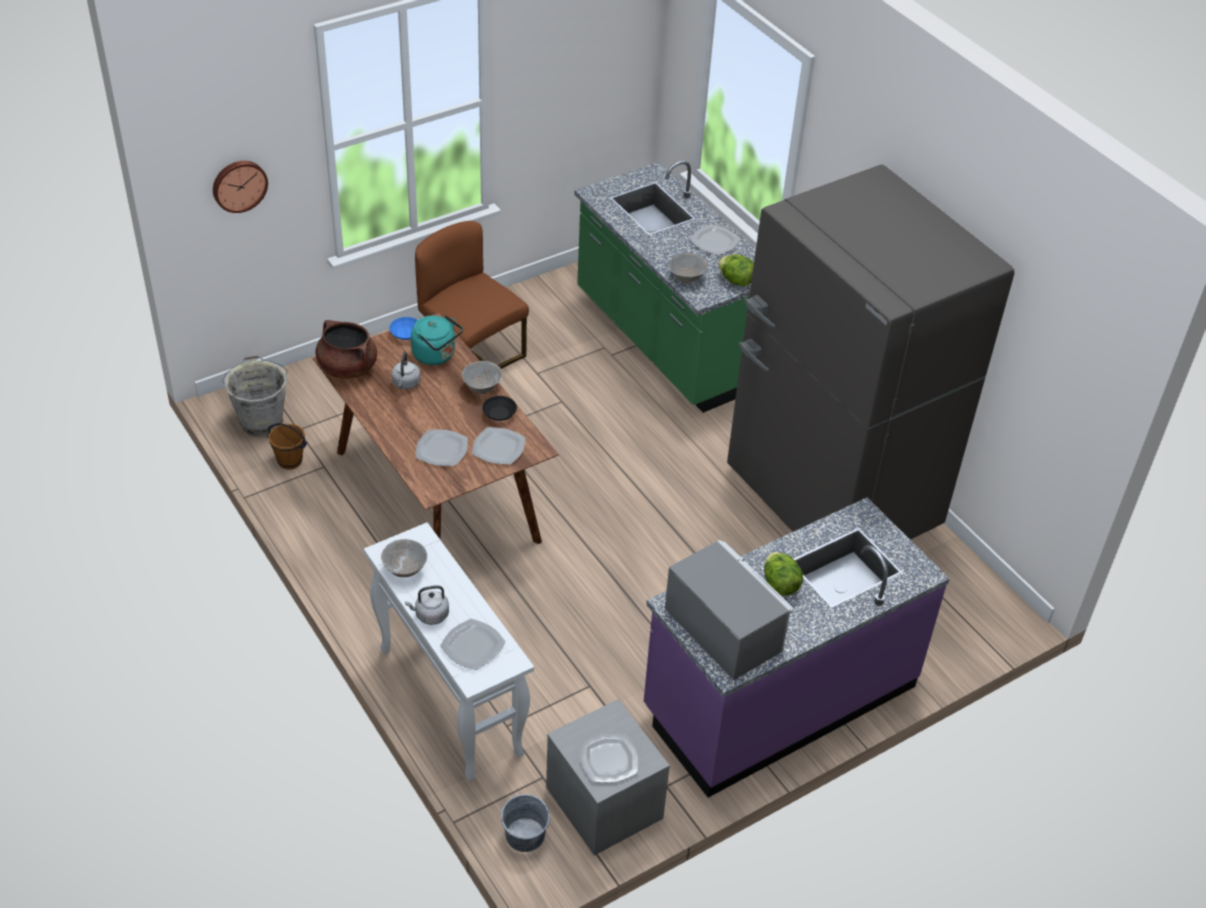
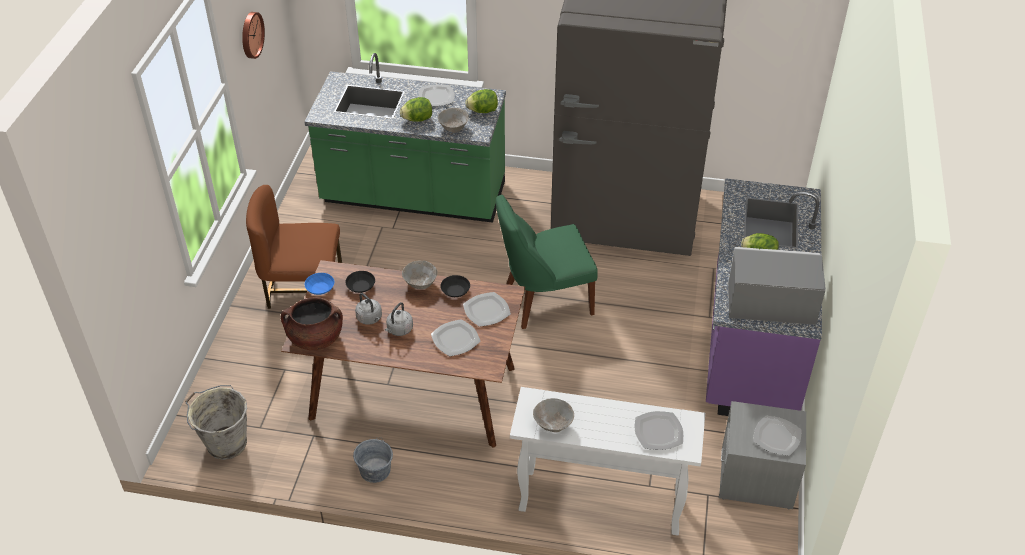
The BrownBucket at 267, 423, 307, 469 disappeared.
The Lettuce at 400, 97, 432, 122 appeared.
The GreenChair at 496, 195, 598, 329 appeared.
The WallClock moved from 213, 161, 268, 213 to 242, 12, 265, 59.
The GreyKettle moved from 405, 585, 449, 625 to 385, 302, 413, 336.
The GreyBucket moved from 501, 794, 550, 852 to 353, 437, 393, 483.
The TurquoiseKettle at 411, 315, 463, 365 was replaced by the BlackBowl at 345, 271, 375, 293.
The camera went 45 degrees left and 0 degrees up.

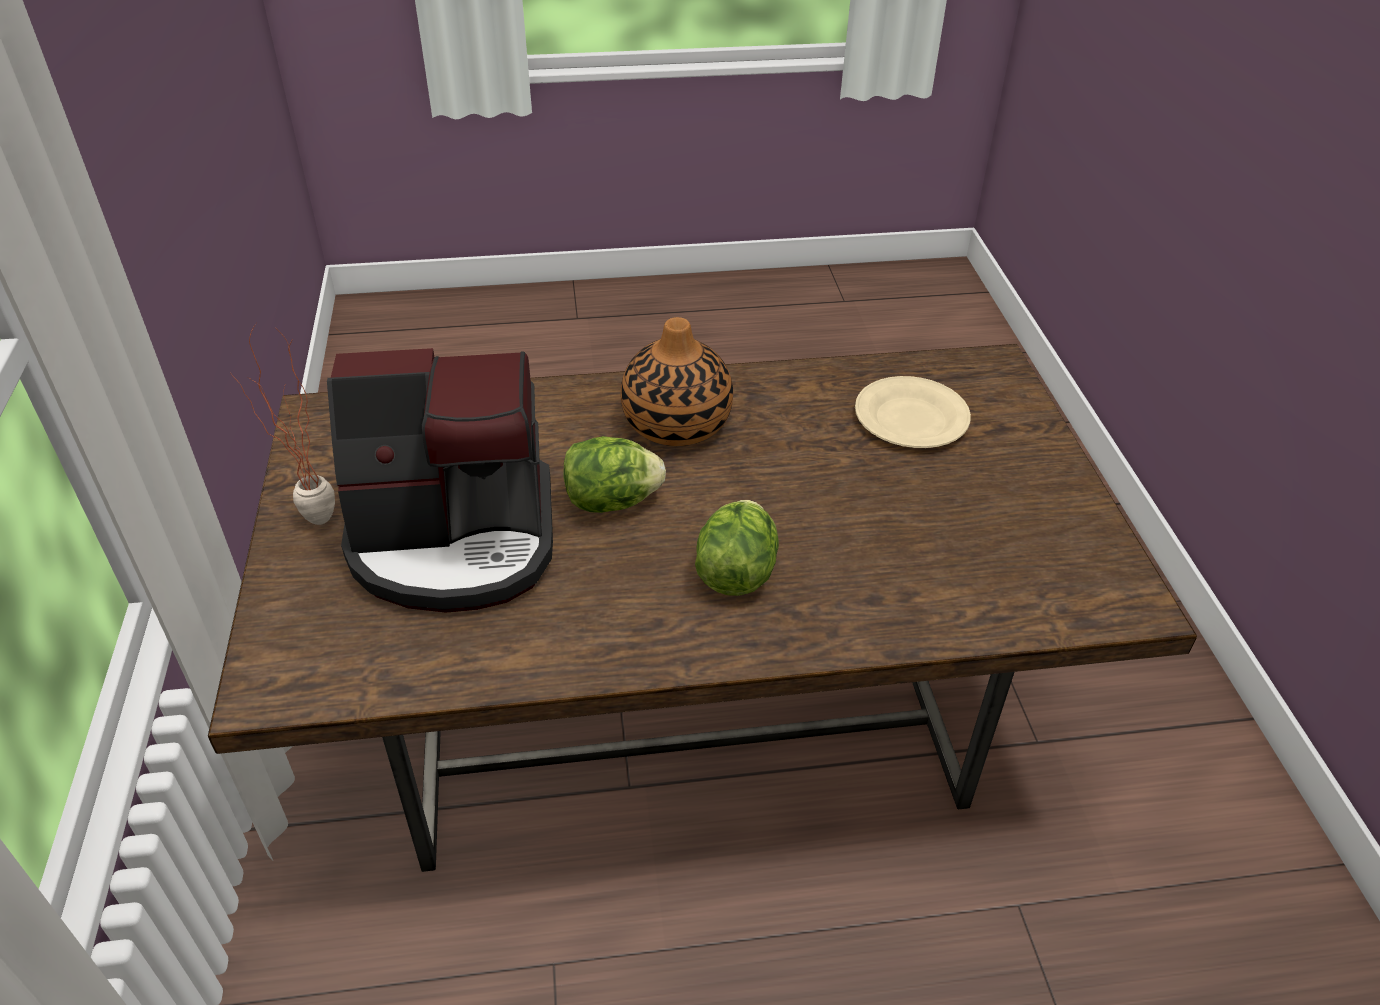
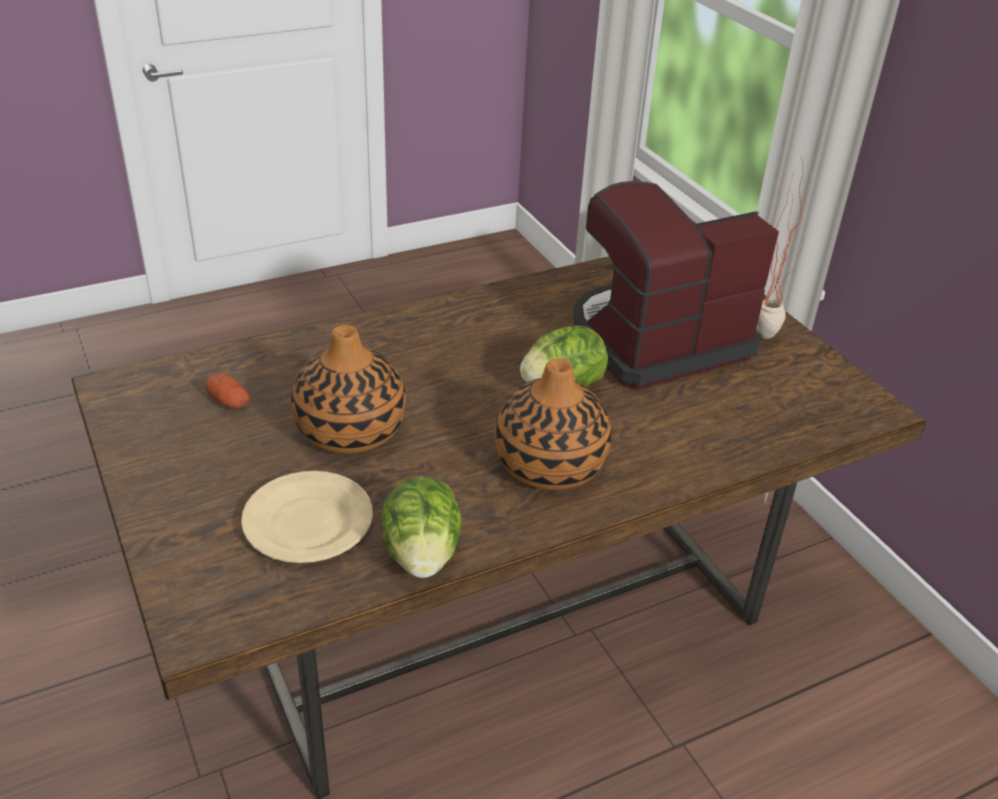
The Potato at 206, 373, 249, 409 appeared.
The Vase at 291, 325, 406, 454 appeared.
The Lettuce moved from 695, 500, 779, 596 to 381, 477, 463, 578.
The camera went 160 degrees right and 5 degrees down.

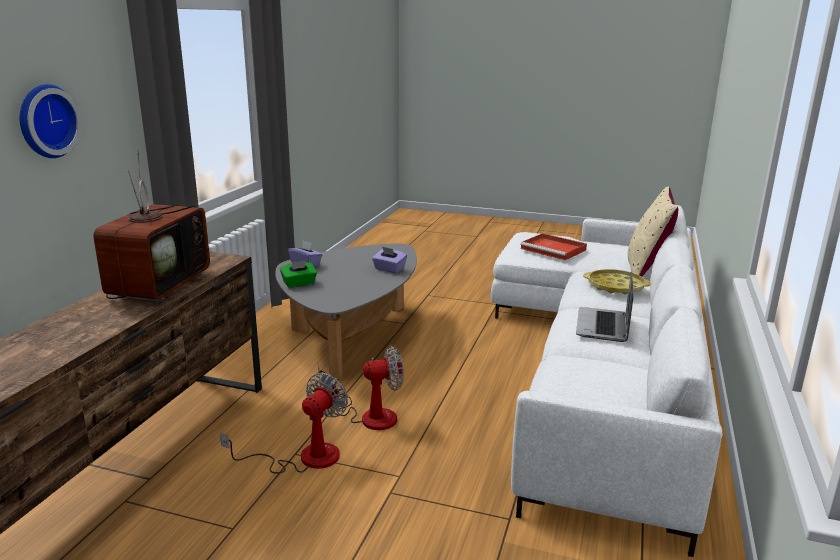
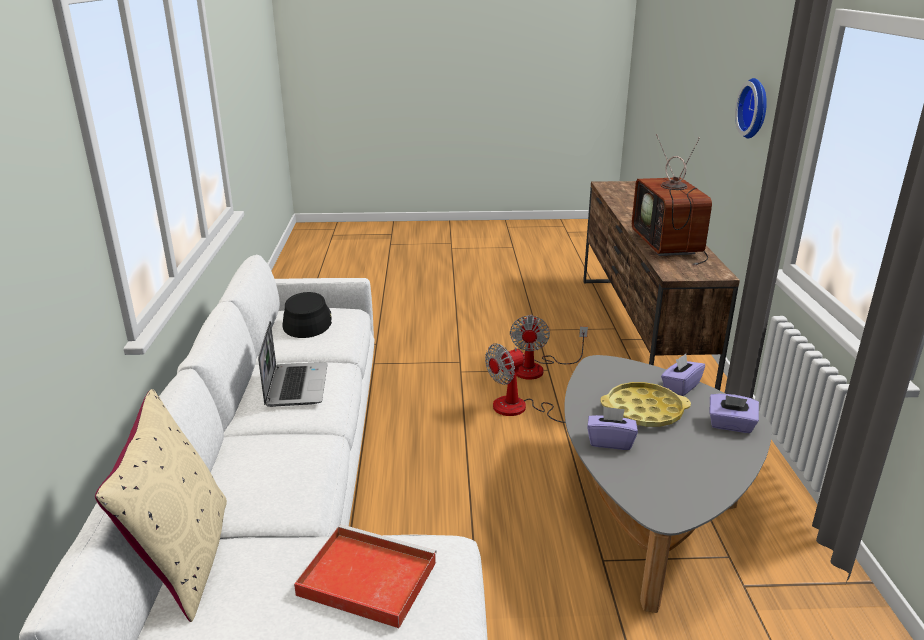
The BlackHat at 283, 292, 332, 338 appeared.
The YellowTray moved from 583, 269, 650, 295 to 600, 382, 691, 427.
The GreenTissueBox at 280, 260, 317, 288 became the PurpleTissueBox at 661, 354, 705, 396.
The camera went 160 degrees right and 5 degrees up.

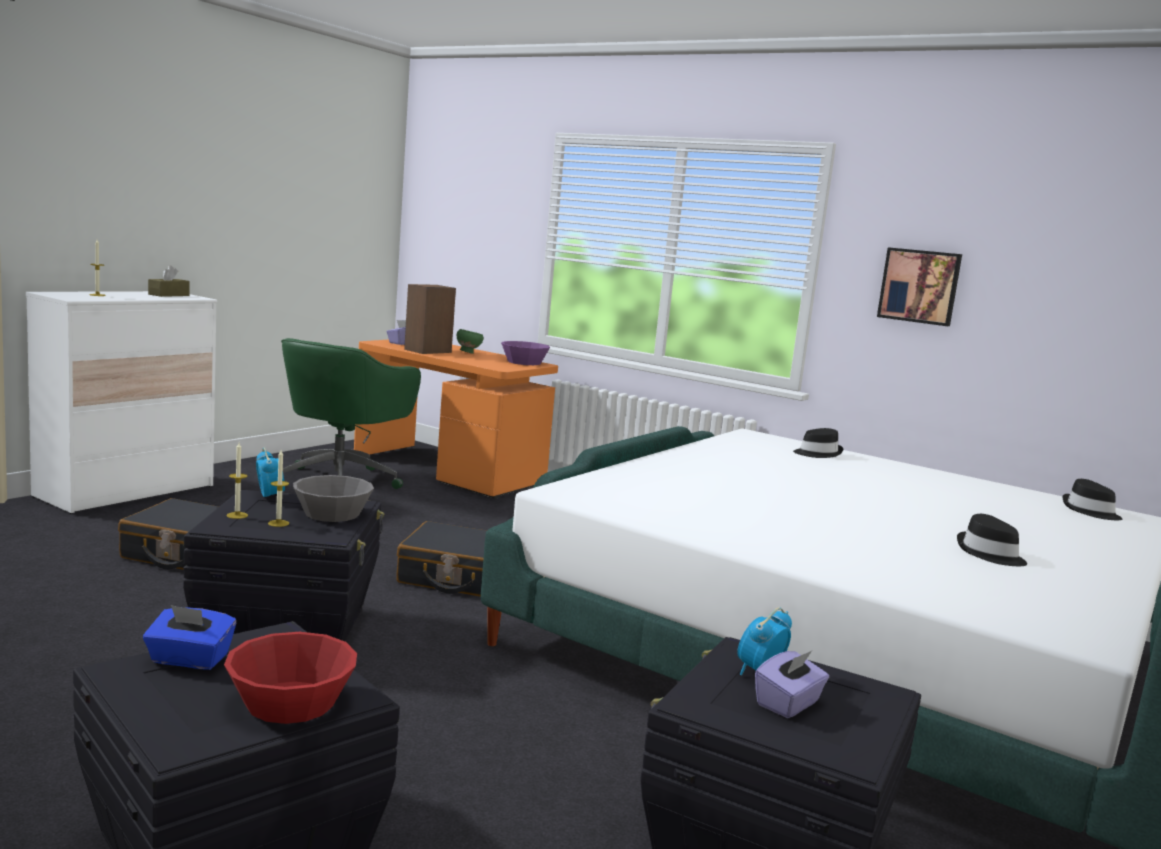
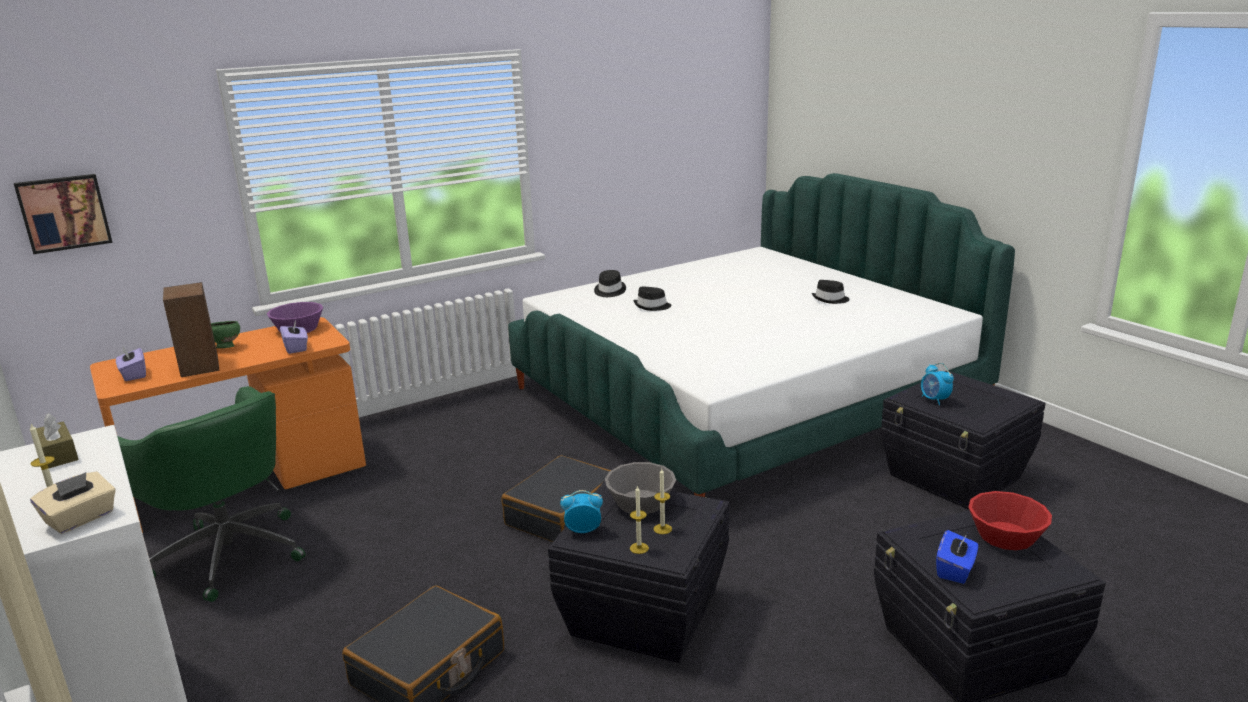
The BeigeTissueBox at 30, 472, 116, 534 appeared.
The PurpleTissueBox moved from 755, 651, 829, 718 to 280, 320, 308, 354.
The Picture moved from 877, 247, 962, 326 to 14, 174, 113, 254.
The BlackHat moved from 1062, 479, 1122, 520 to 633, 287, 672, 311.
The camera went 65 degrees left and 10 degrees up.

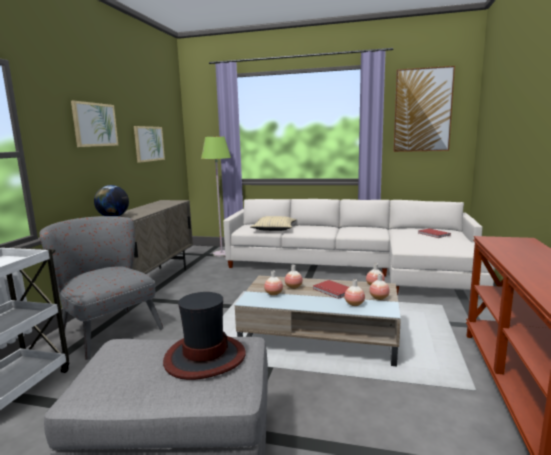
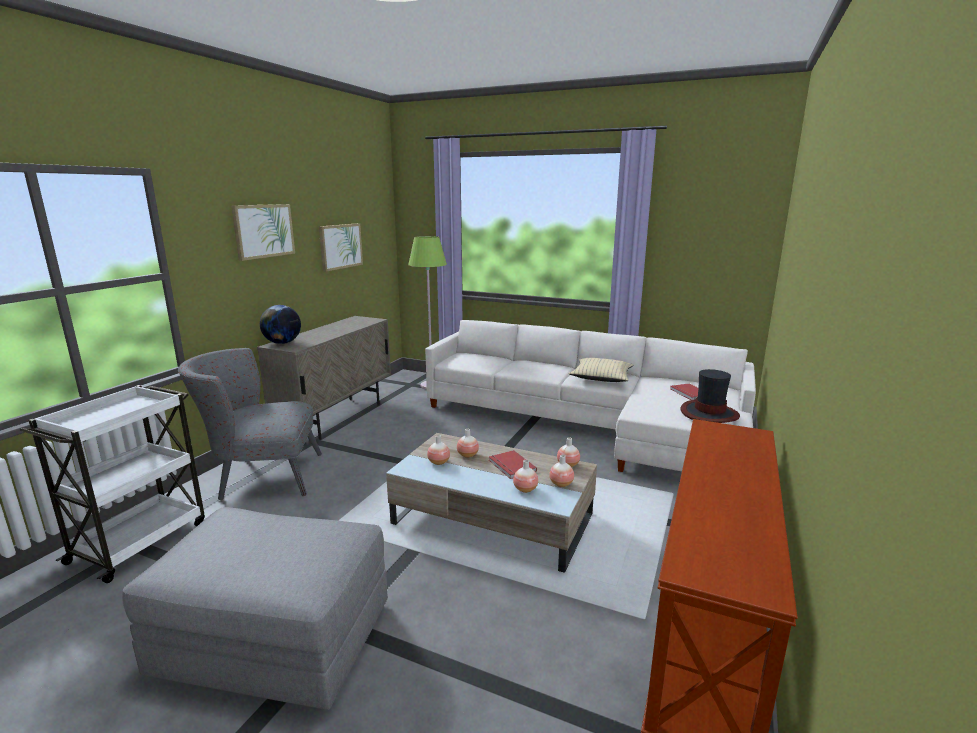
The Picture at 393, 66, 455, 152 disappeared.
The Hat moved from 163, 292, 246, 380 to 681, 369, 740, 423.
The BeigePillow moved from 250, 216, 296, 231 to 568, 358, 633, 382.
The GreyArmchair at 39, 216, 163, 360 turned 60 degrees counterclockwise.
The camera went 10 degrees right and 5 degrees up.

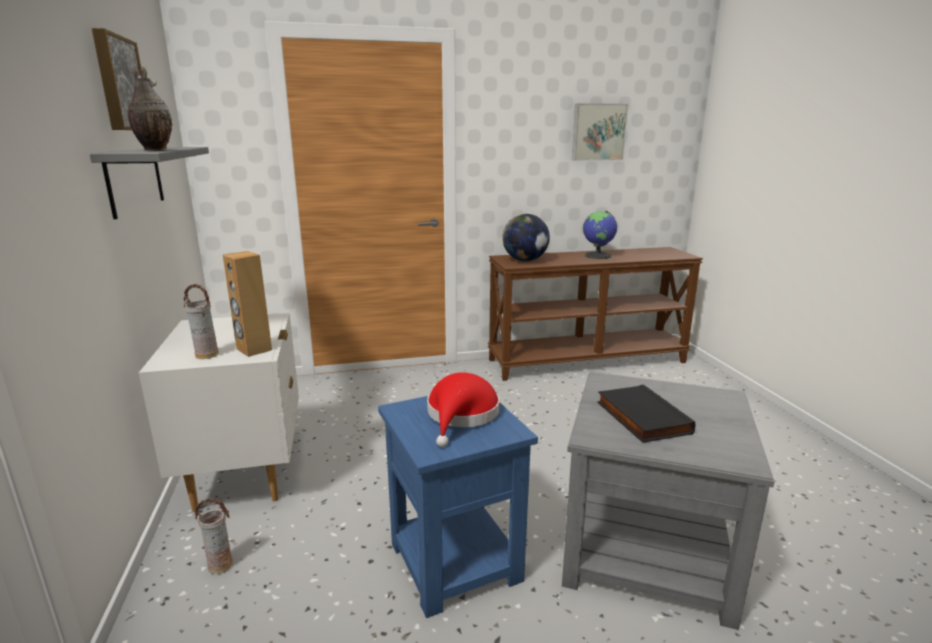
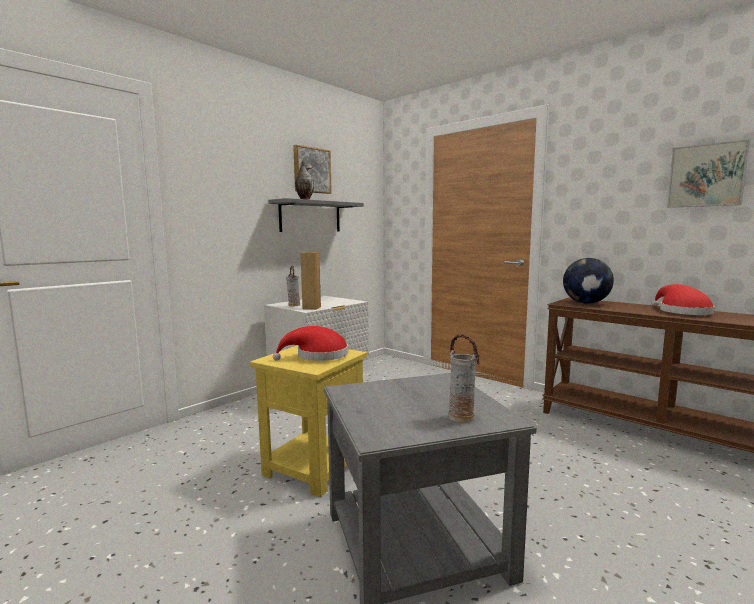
The BlackBook at 597, 384, 695, 443 disappeared.
The Vase moved from 195, 499, 233, 574 to 449, 334, 480, 423.
The Globe at 583, 211, 617, 259 was replaced by the RedHat at 652, 284, 715, 315.
The BlueSideTable at 378, 396, 538, 618 became the YellowSideTable at 250, 345, 367, 497.
The camera went 55 degrees right and 10 degrees down.

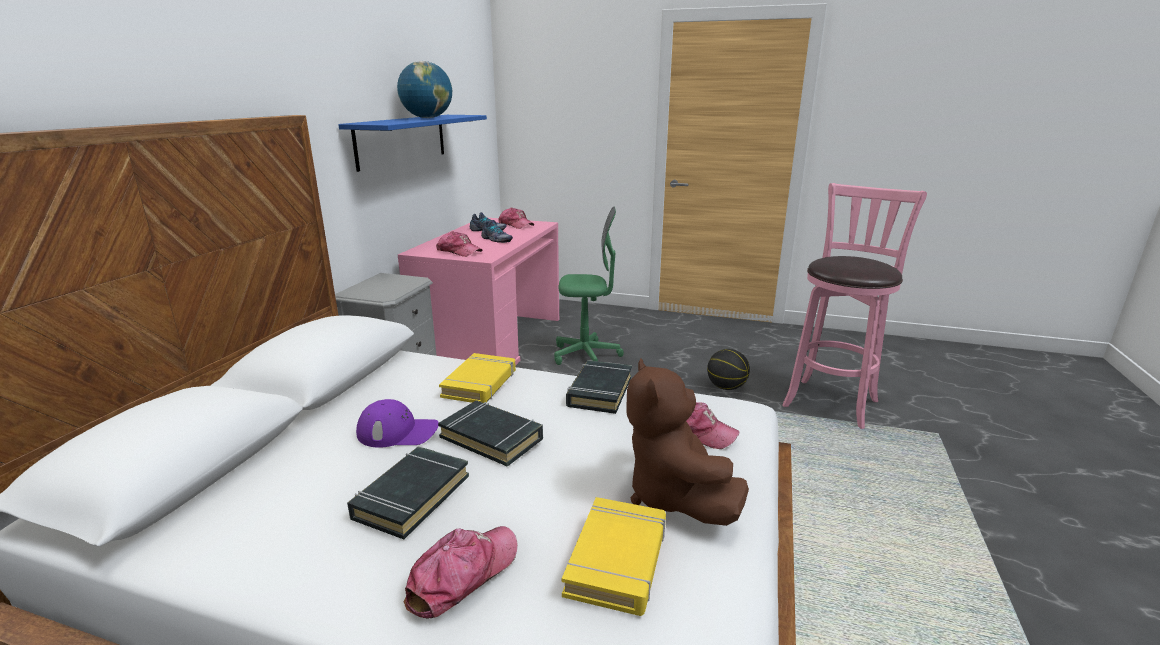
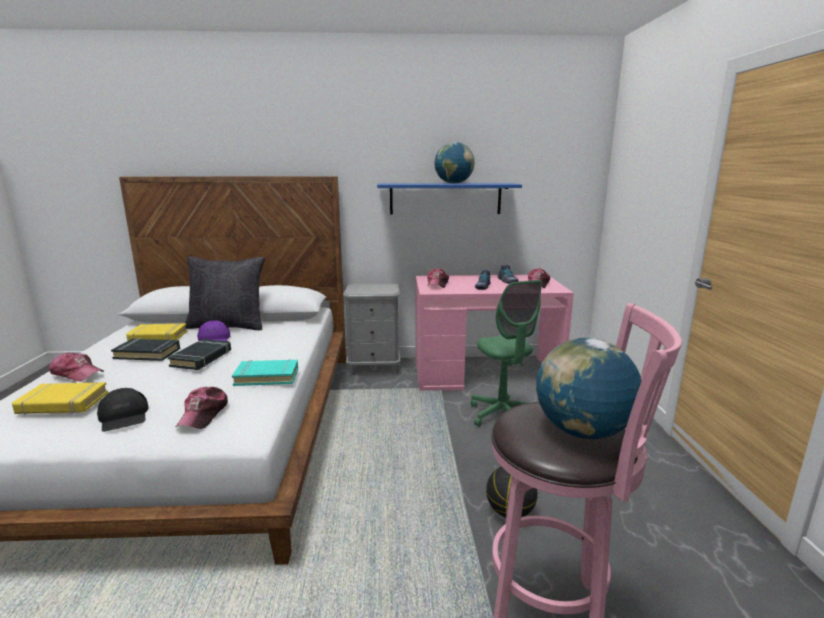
The BlackPillow at 185, 256, 265, 330 appeared.
The Globe at 536, 338, 641, 439 appeared.
The YellowBook moved from 439, 353, 516, 403 to 126, 323, 187, 341.
The BrownPlushToy at 626, 358, 749, 526 was replaced by the BlackCap at 97, 388, 149, 432.
The BlackBook at 566, 360, 632, 414 became the TurquoiseBook at 232, 359, 298, 386.
The camera went 70 degrees right and 5 degrees down.

